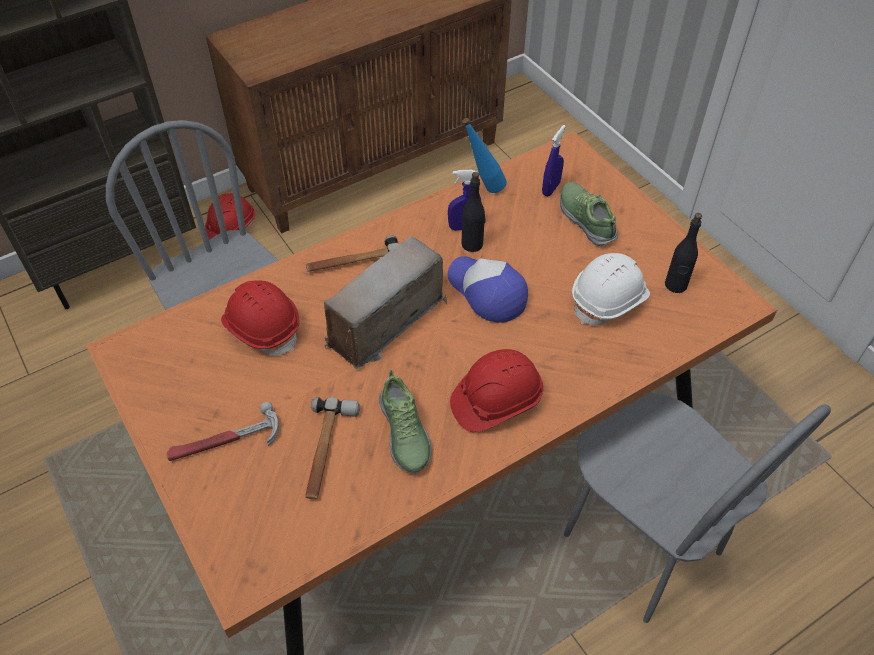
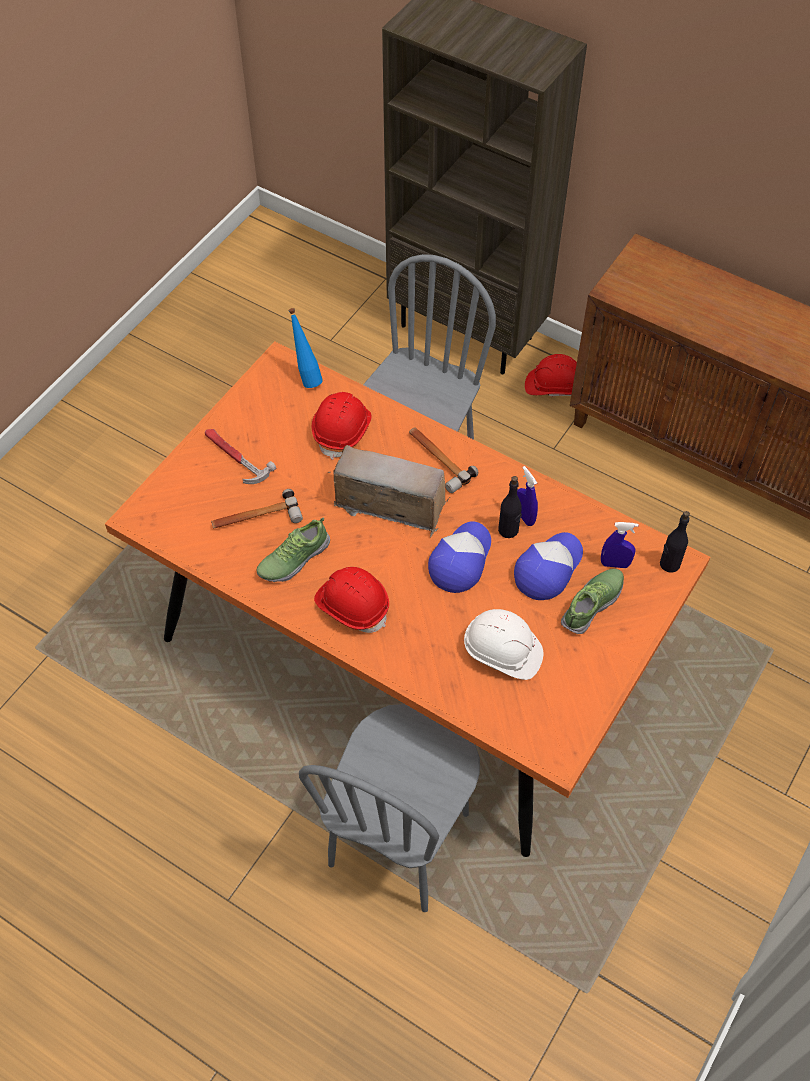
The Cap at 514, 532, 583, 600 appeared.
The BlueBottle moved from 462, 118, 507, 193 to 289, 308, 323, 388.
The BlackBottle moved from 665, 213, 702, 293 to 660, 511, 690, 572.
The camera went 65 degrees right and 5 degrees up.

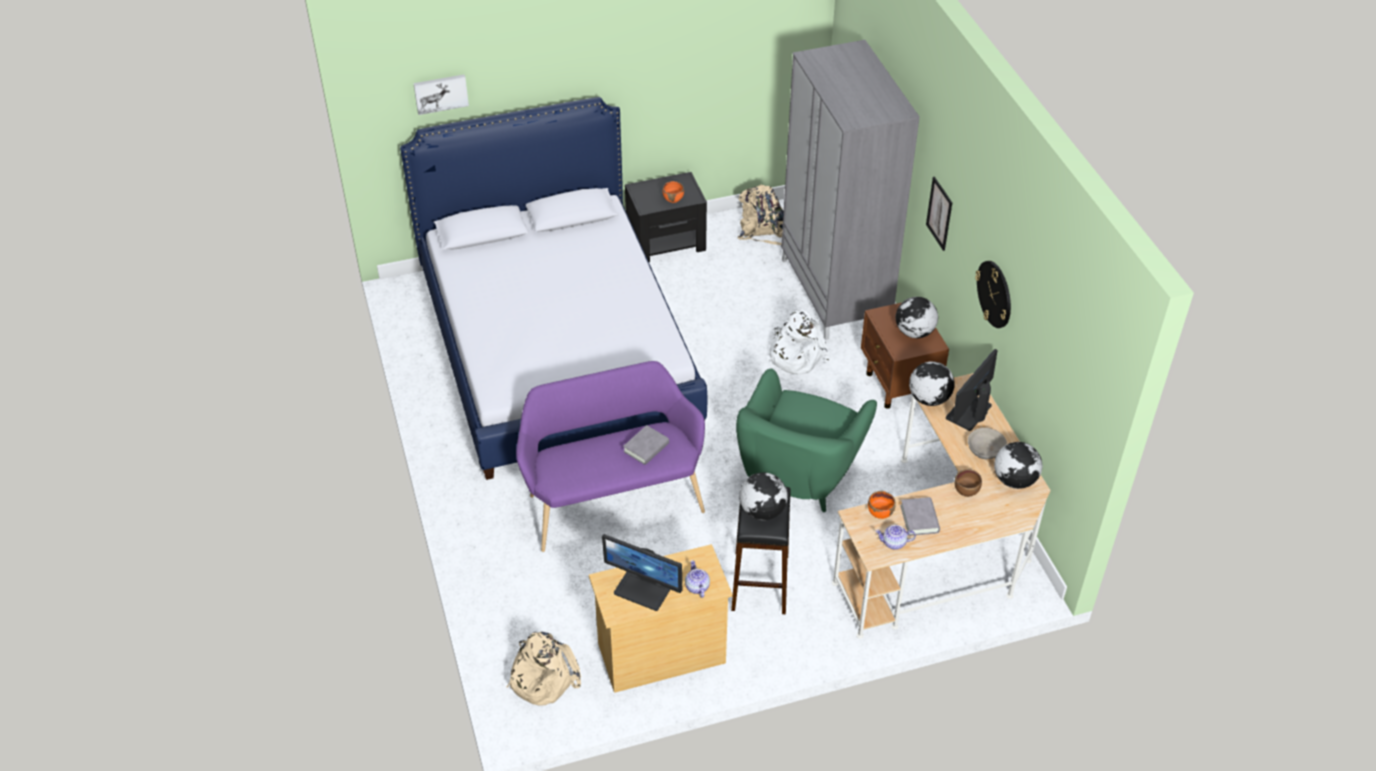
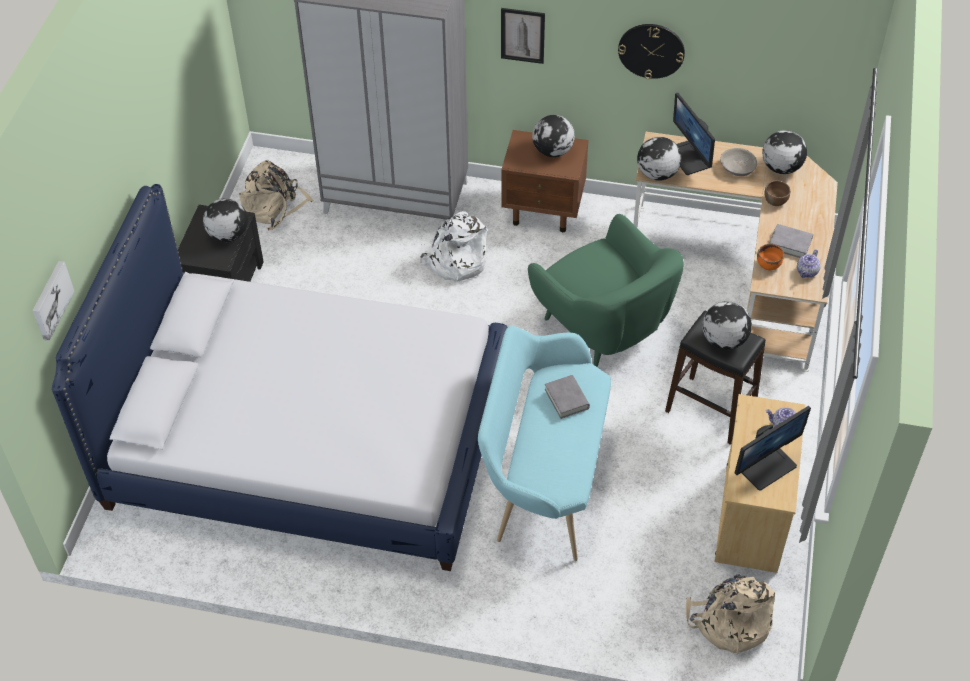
The OrangeBowl at 663, 181, 684, 203 was replaced by the Globe at 203, 198, 248, 242.
The PurpleBench at 516, 361, 705, 552 became the TurquoiseBench at 478, 326, 611, 561.
The camera went 60 degrees left and 5 degrees up.

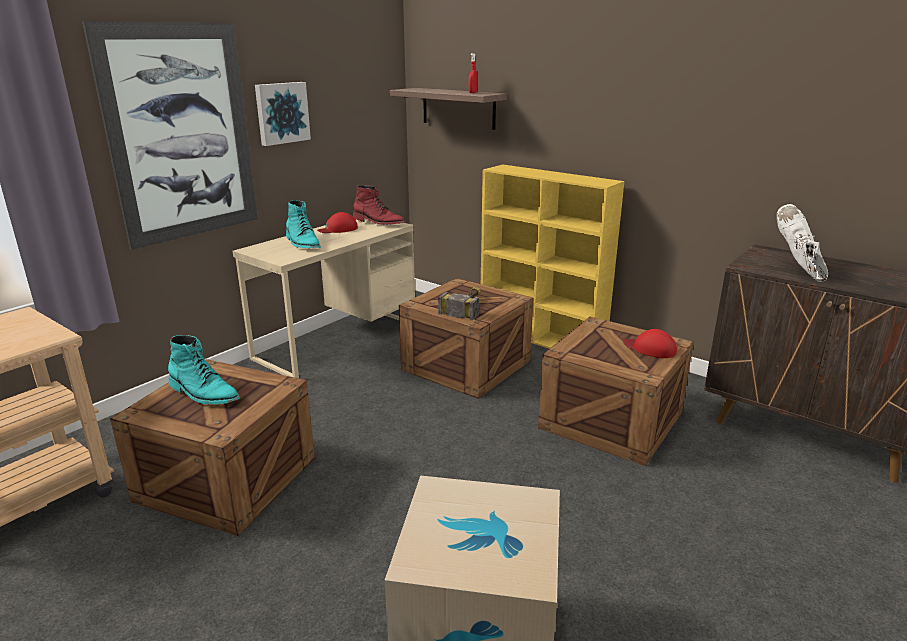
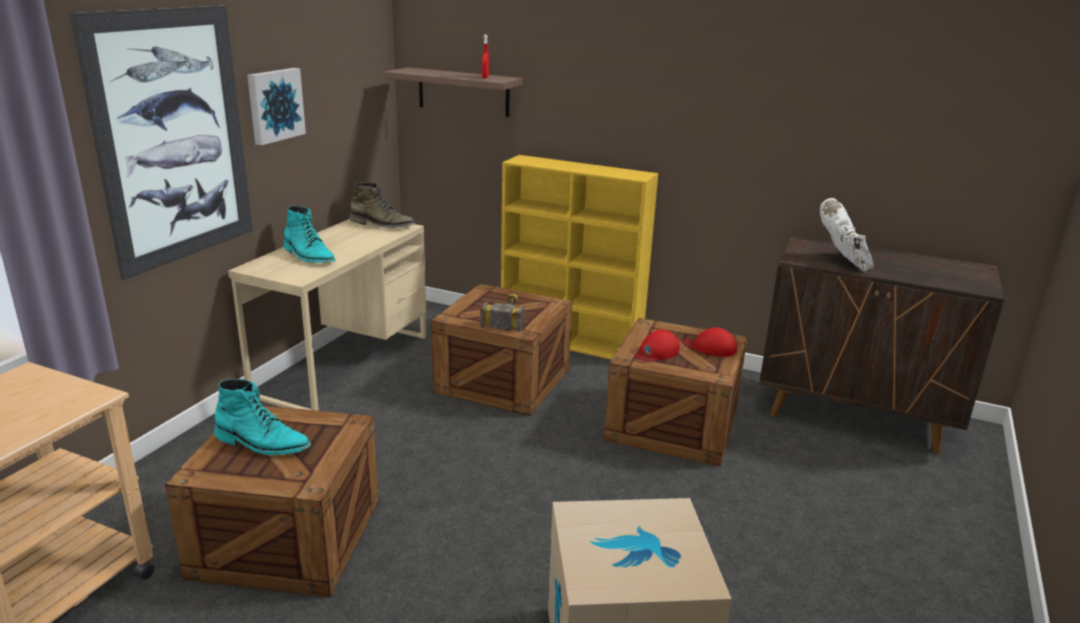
The RedCap moved from 317, 212, 358, 233 to 634, 329, 680, 362.
The RedBoot at 353, 185, 405, 225 became the GreenBoot at 350, 182, 415, 228.
The camera went 15 degrees left and 0 degrees up.

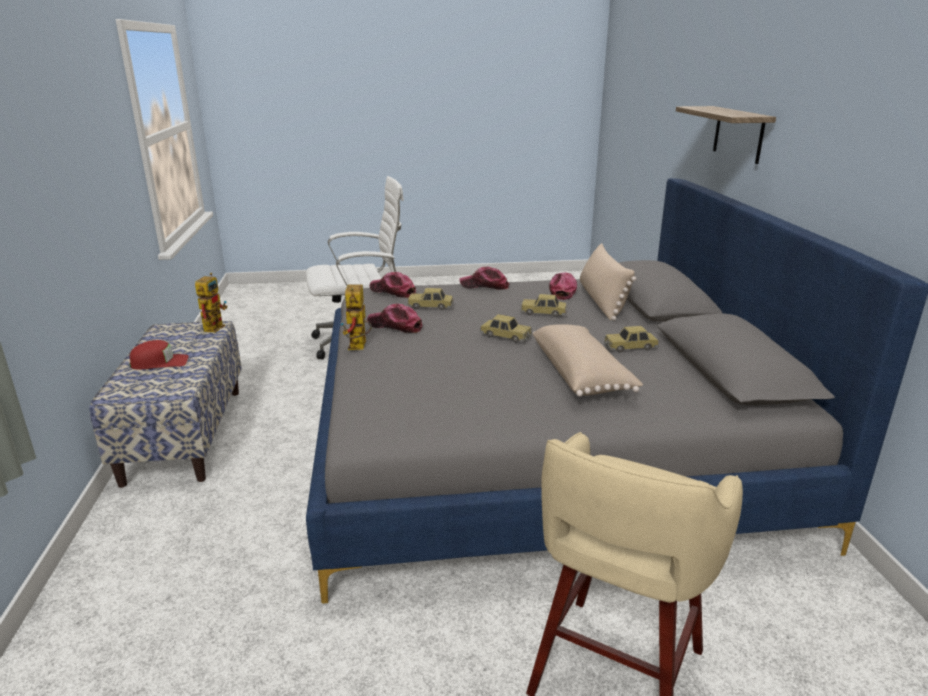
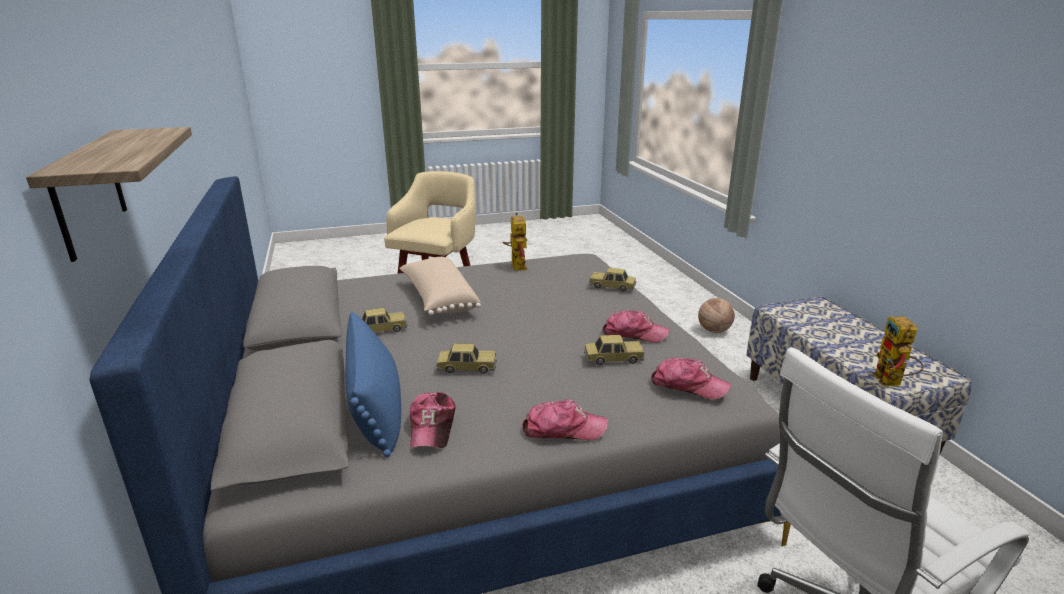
The RedCap at 130, 340, 189, 370 disappeared.
The Basketball at 698, 298, 735, 333 appeared.
The ToyRobot moved from 341, 284, 372, 350 to 502, 212, 527, 271.
The ToyCar moved from 480, 314, 532, 342 to 589, 268, 636, 292.
The BeigePillow at 580, 243, 636, 321 became the BluePillow at 345, 312, 401, 457.
The camera went 170 degrees right and 0 degrees up.

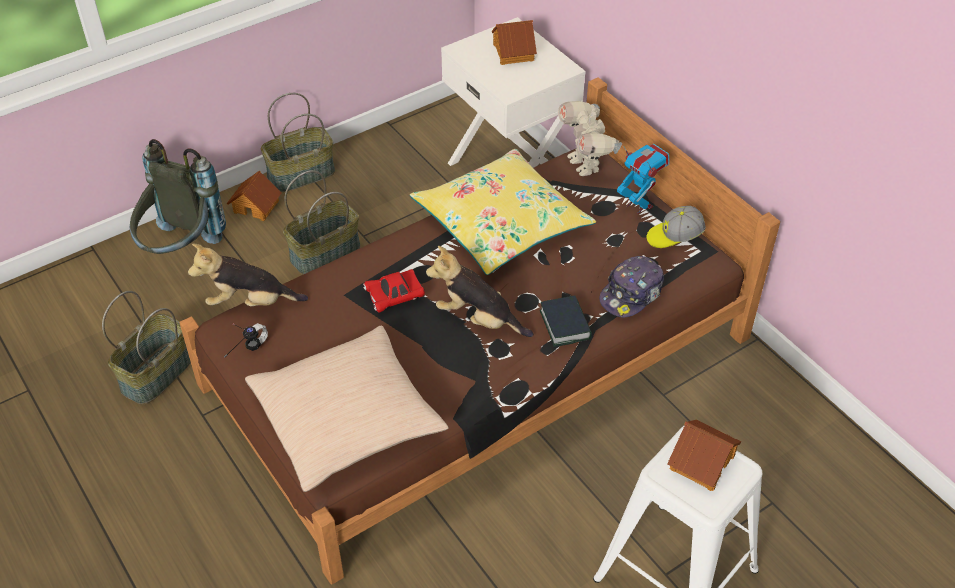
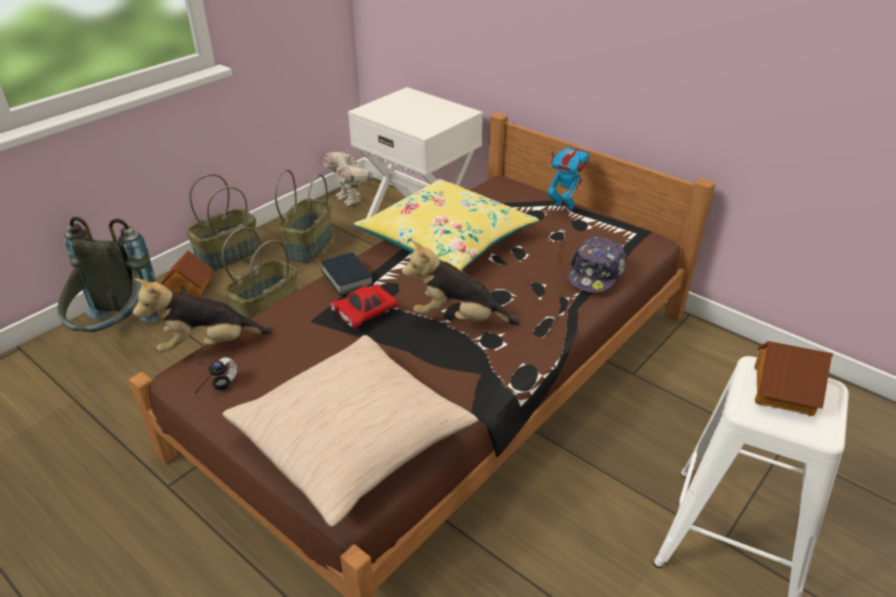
The ToyHouse at 492, 20, 537, 65 disappeared.
The Cap at 647, 206, 706, 248 disappeared.
The Basket moved from 102, 291, 191, 404 to 275, 169, 333, 263.
The Book moved from 540, 295, 592, 347 to 321, 252, 374, 296.
The ToyRobot moved from 558, 101, 622, 176 to 323, 150, 373, 206.
The camera went 15 degrees left and 10 degrees down.

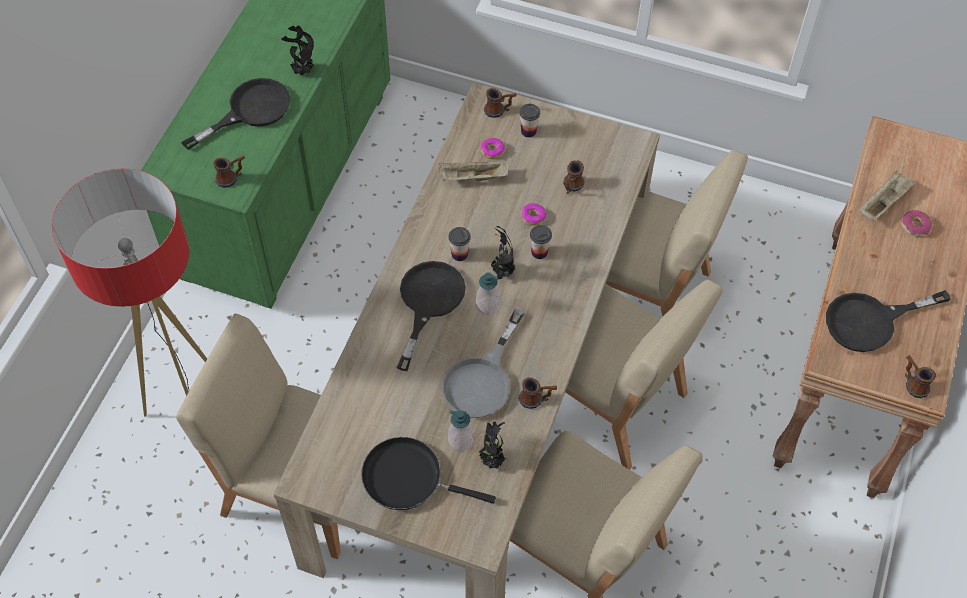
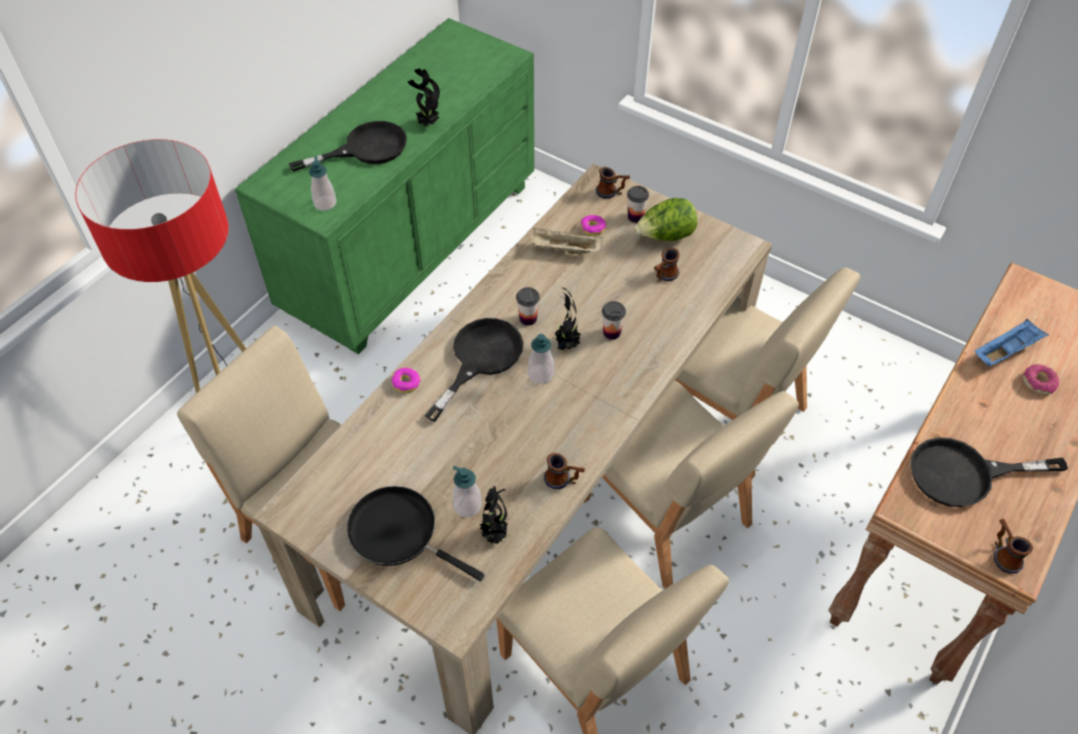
The GreyFryingPan at 442, 309, 525, 418 disappeared.
The Lettuce at 635, 198, 697, 241 appeared.
The Donut moved from 521, 203, 547, 226 to 391, 368, 421, 393.
The Mug at 213, 155, 245, 188 was replaced by the SoapDispenser at 309, 156, 337, 211.
The BeigeTray at 859, 171, 916, 221 became the BlueTray at 975, 319, 1049, 366.
The camera went 15 degrees right and 5 degrees down.

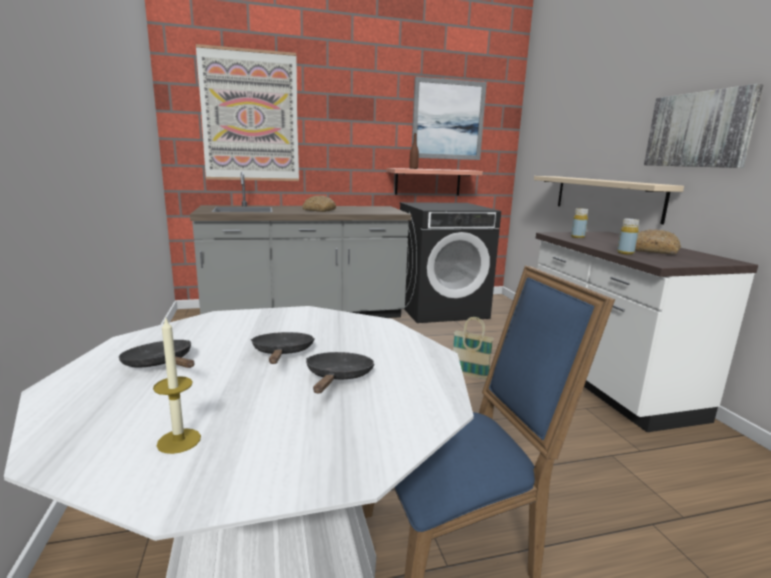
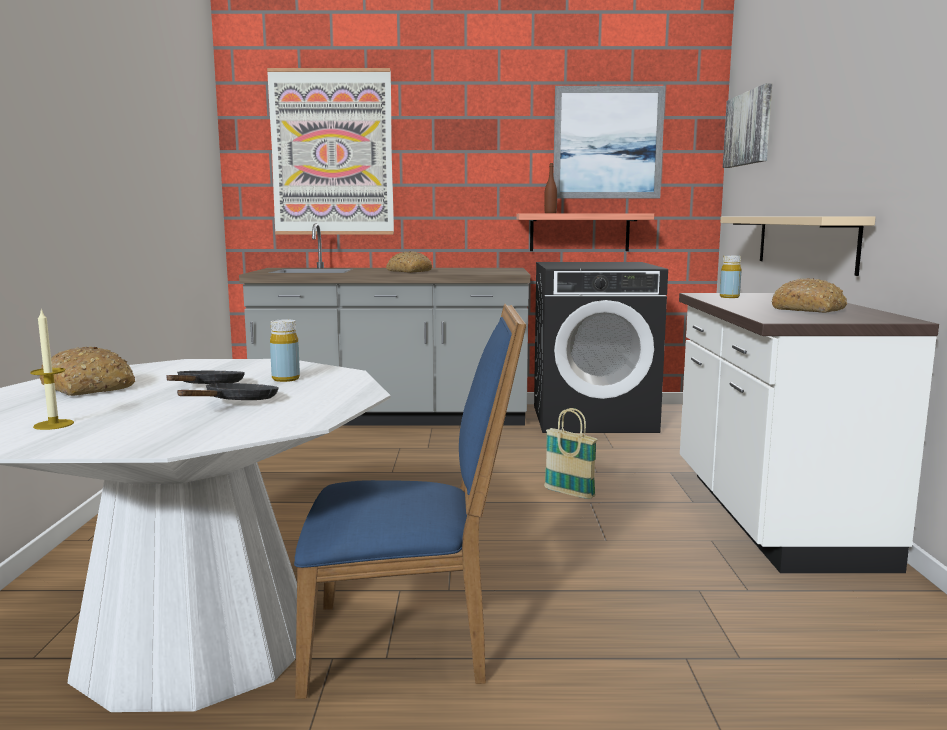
The YellowBottle moved from 617, 219, 639, 255 to 270, 319, 300, 382.
The Picture moved from 644, 84, 764, 168 to 723, 83, 772, 168.
The BlackFryingPan at 119, 340, 194, 368 was replaced by the Bread at 39, 346, 135, 396.
The camera went 15 degrees right and 5 degrees down.

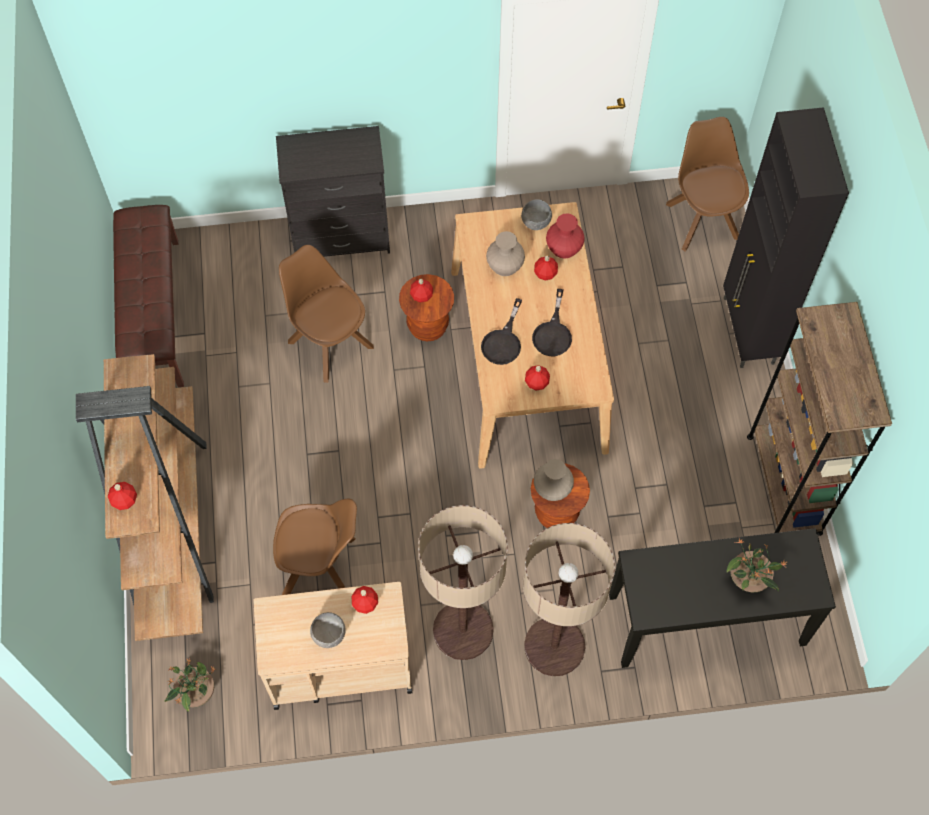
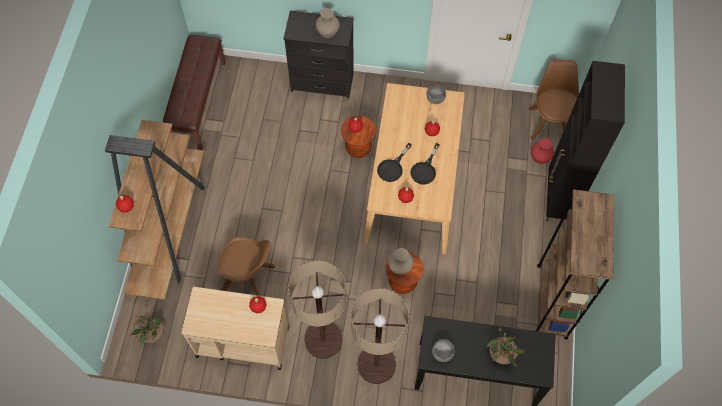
The BrownChair at 279, 245, 374, 383 disappeared.
The GreyBowl moved from 310, 612, 346, 648 to 432, 339, 455, 362.
The BeigeVase moved from 486, 231, 525, 276 to 316, 8, 340, 38.
The RedVase moved from 546, 214, 585, 259 to 531, 138, 554, 164.
The camera went 15 degrees right and 0 degrees up.

